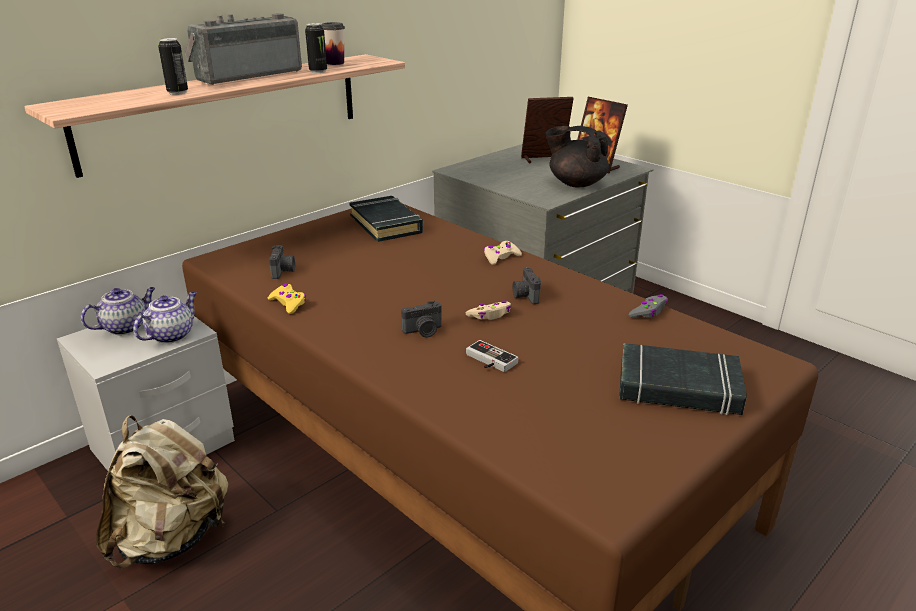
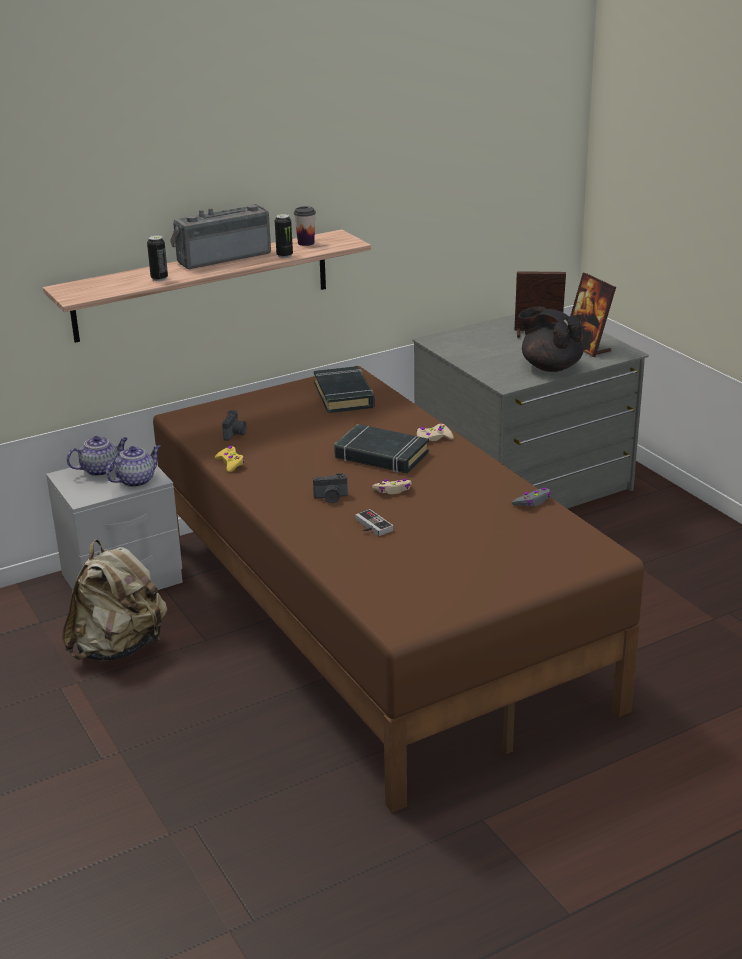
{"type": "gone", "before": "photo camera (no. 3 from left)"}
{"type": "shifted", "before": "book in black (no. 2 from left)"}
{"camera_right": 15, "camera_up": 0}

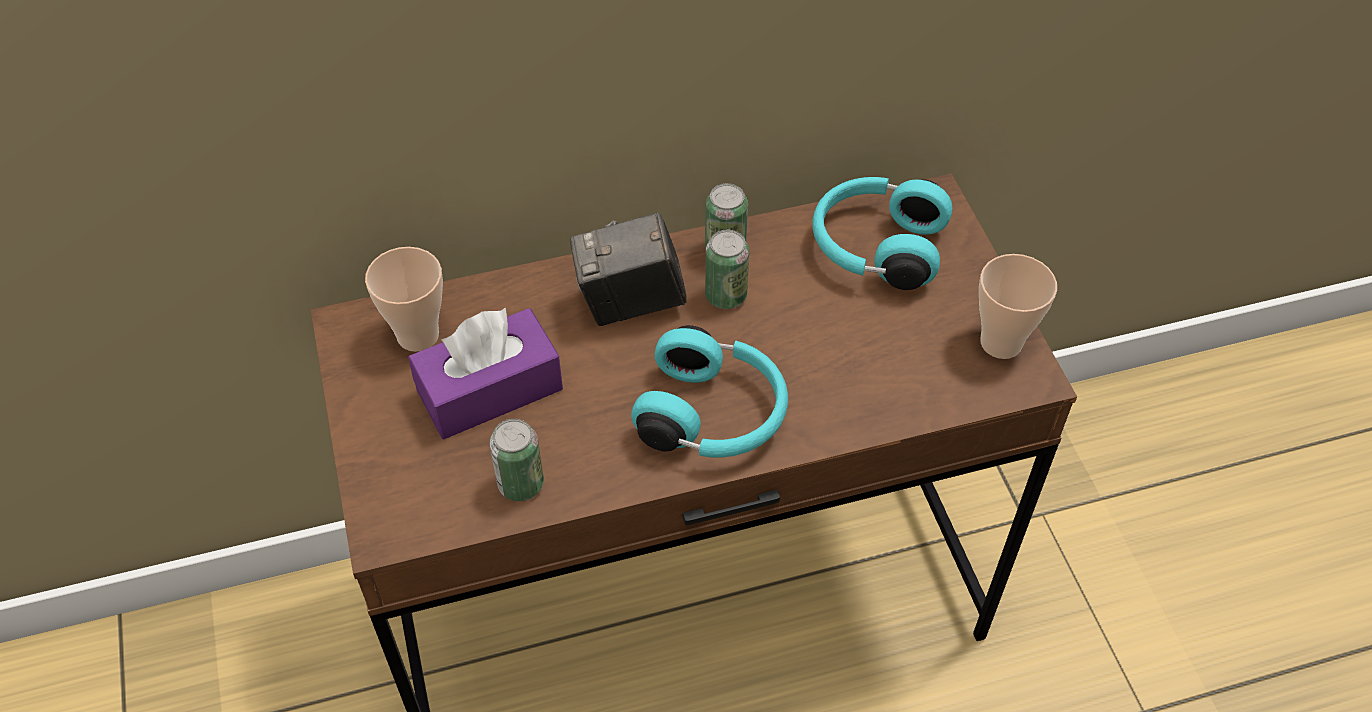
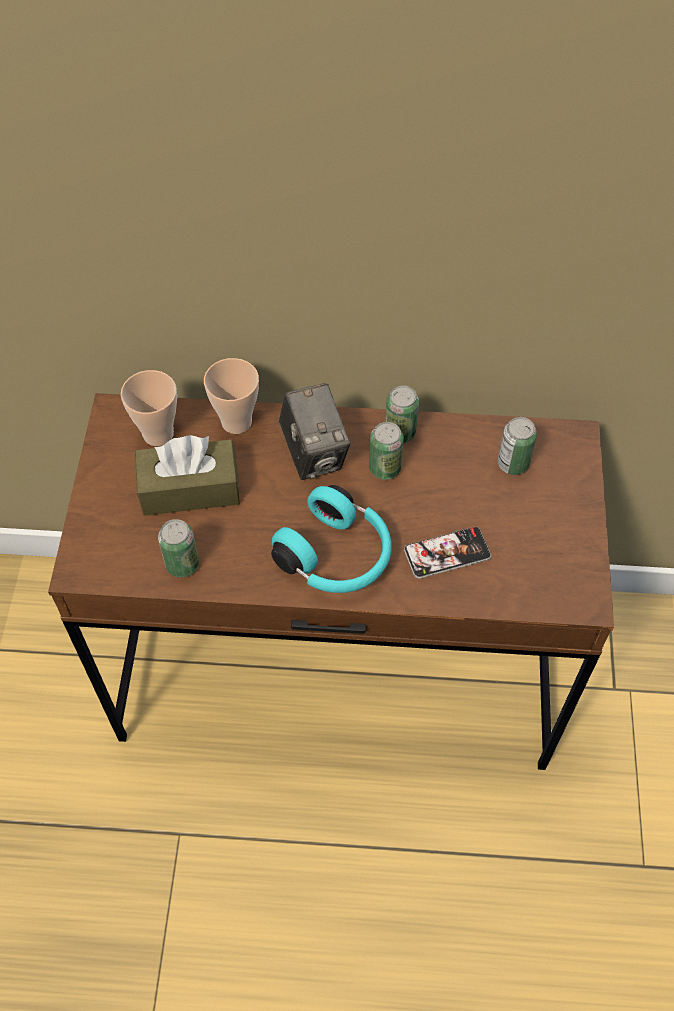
{"type": "new", "after": "phone"}
{"type": "shifted", "before": "cup (no. 2 from left)"}
{"type": "swapped", "before": "headphones in turquoise (no. 2 from left)", "after": "can (no. 4 from left)"}
{"type": "repainted", "before": "tissue box in purple", "after": "tissue box in brown"}
{"type": "rotated", "before": "photo camera", "turn": -120}
{"camera_right": 20, "camera_up": 5}

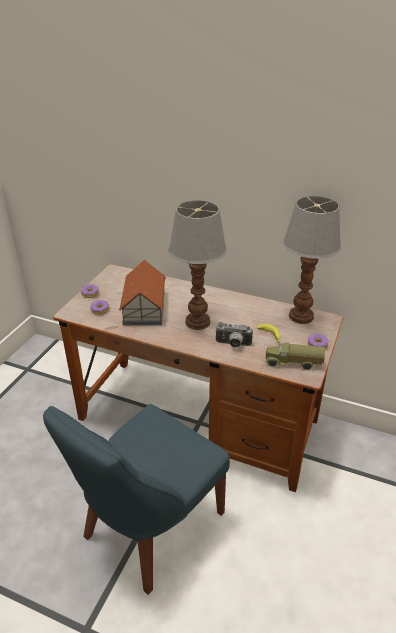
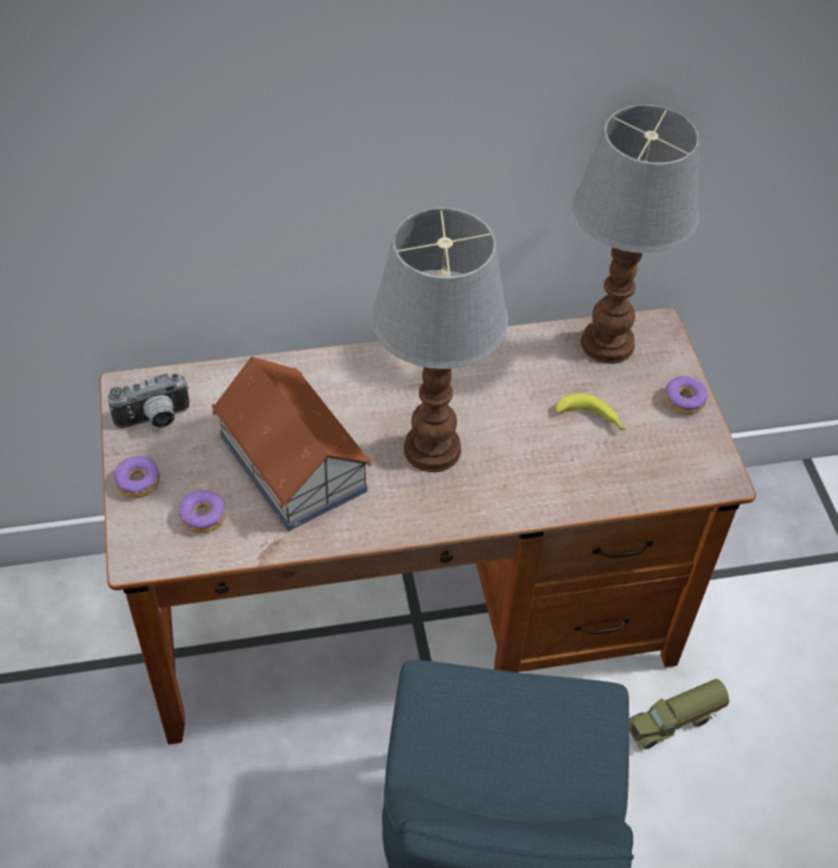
{"type": "shifted", "before": "photo camera"}
{"type": "shifted", "before": "toy truck"}
{"camera_right": -35, "camera_up": 15}

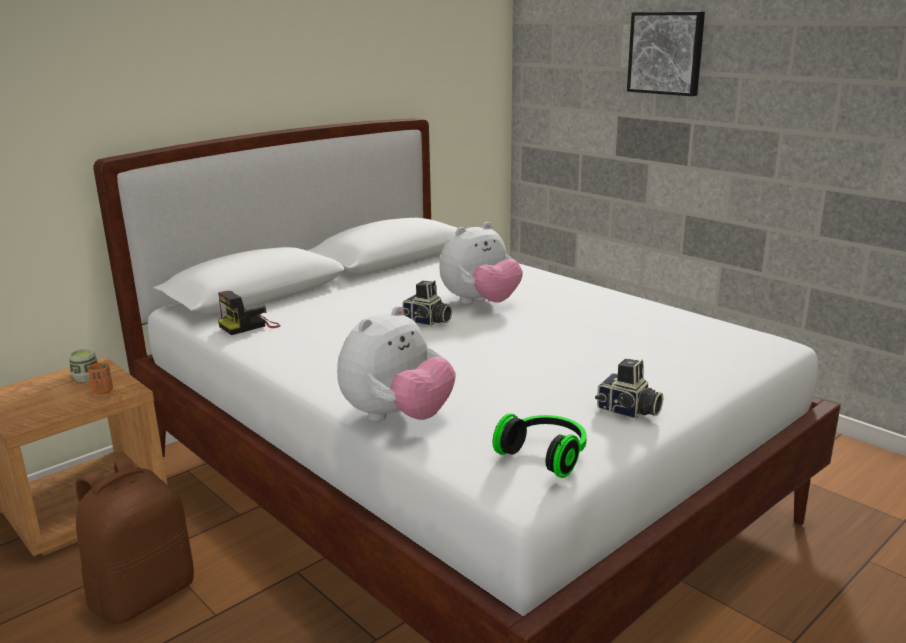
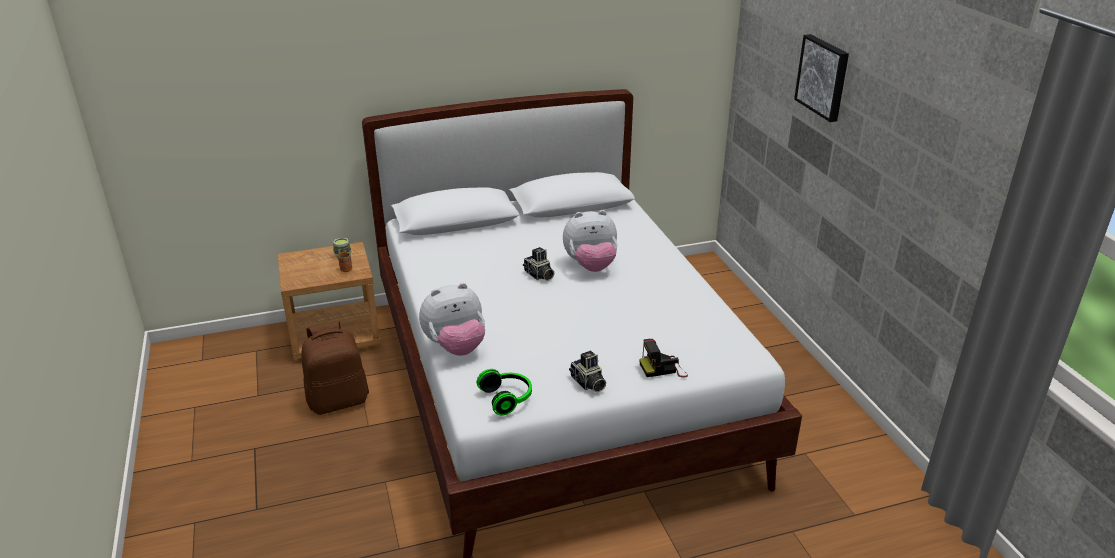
{"type": "shifted", "before": "photo camera (no. 1 from left in the first image)", "after": "photo camera (no. 3 from left)"}
{"camera_right": 25, "camera_up": 10}

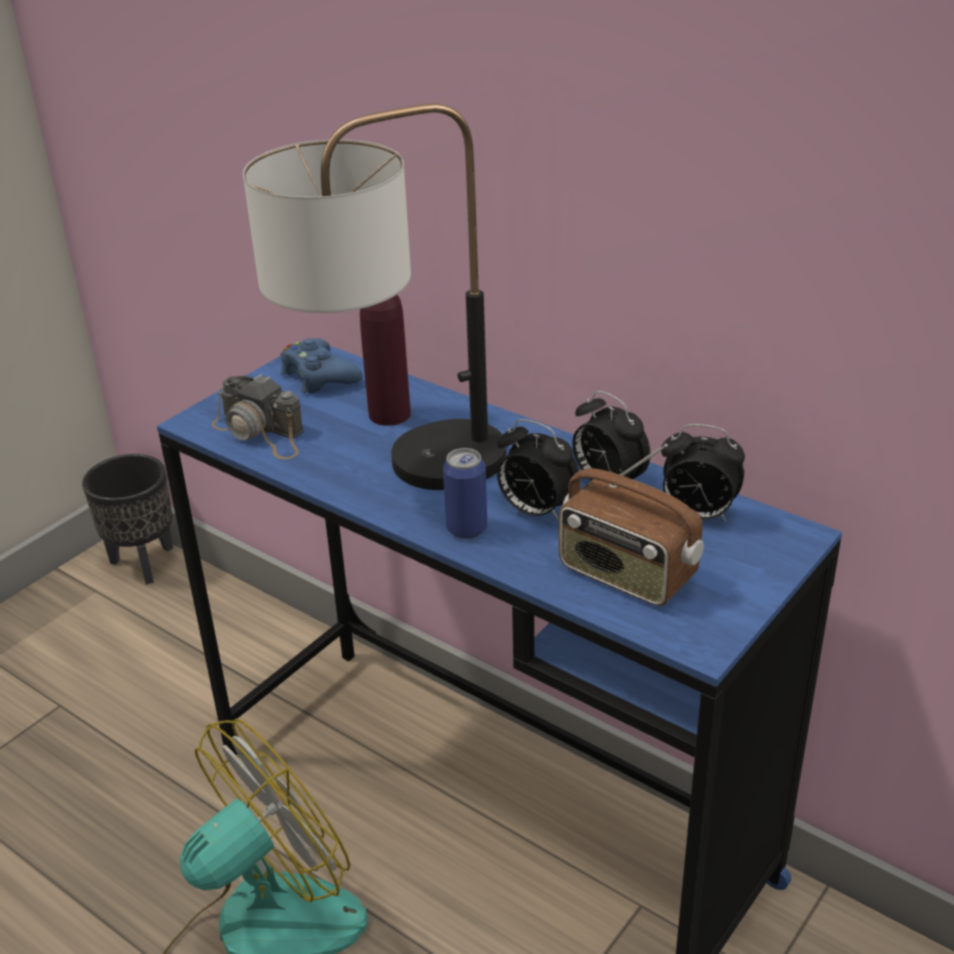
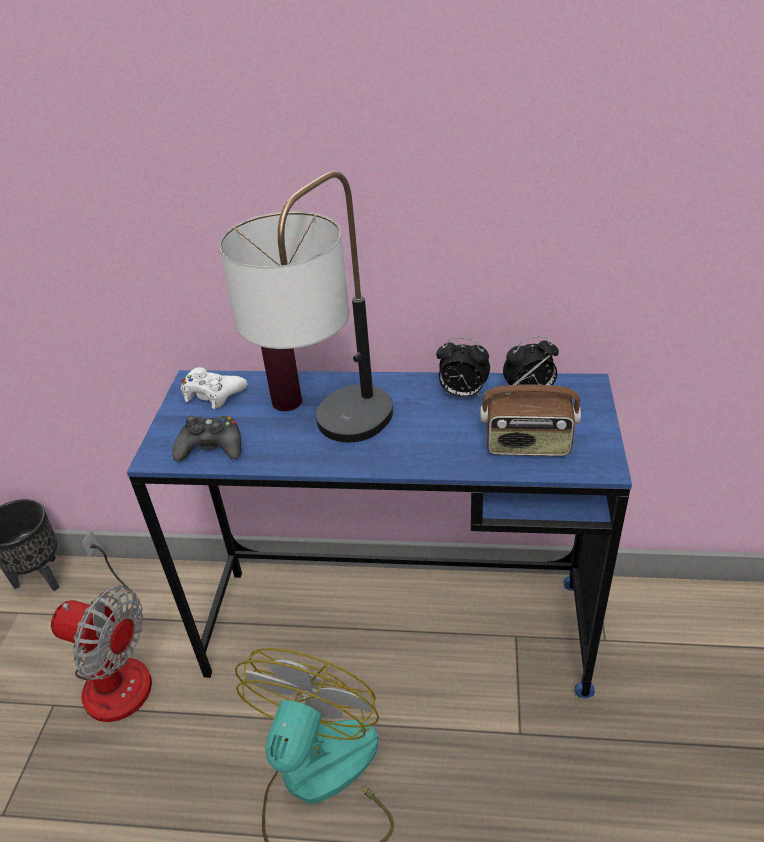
{"type": "gone", "before": "can"}
{"type": "gone", "before": "alarm clock (no. 1 from left)"}
{"type": "new", "after": "fan (no. 1 from left)"}
{"type": "swapped", "before": "photo camera", "after": "game controller in black"}
{"type": "repainted", "before": "game controller in blue", "after": "game controller in white"}
{"camera_right": -30, "camera_up": 5}

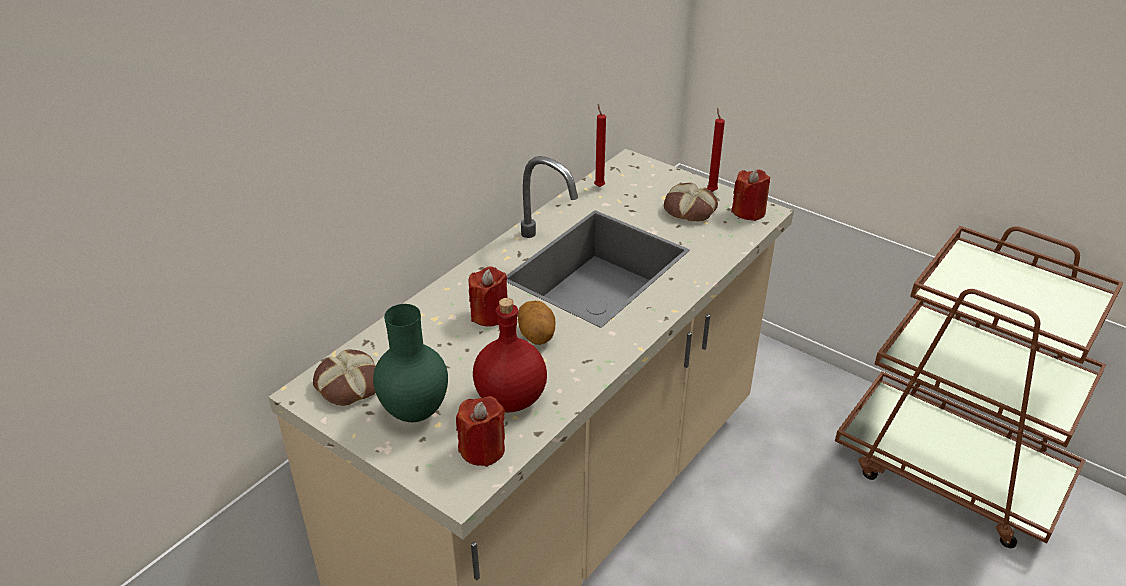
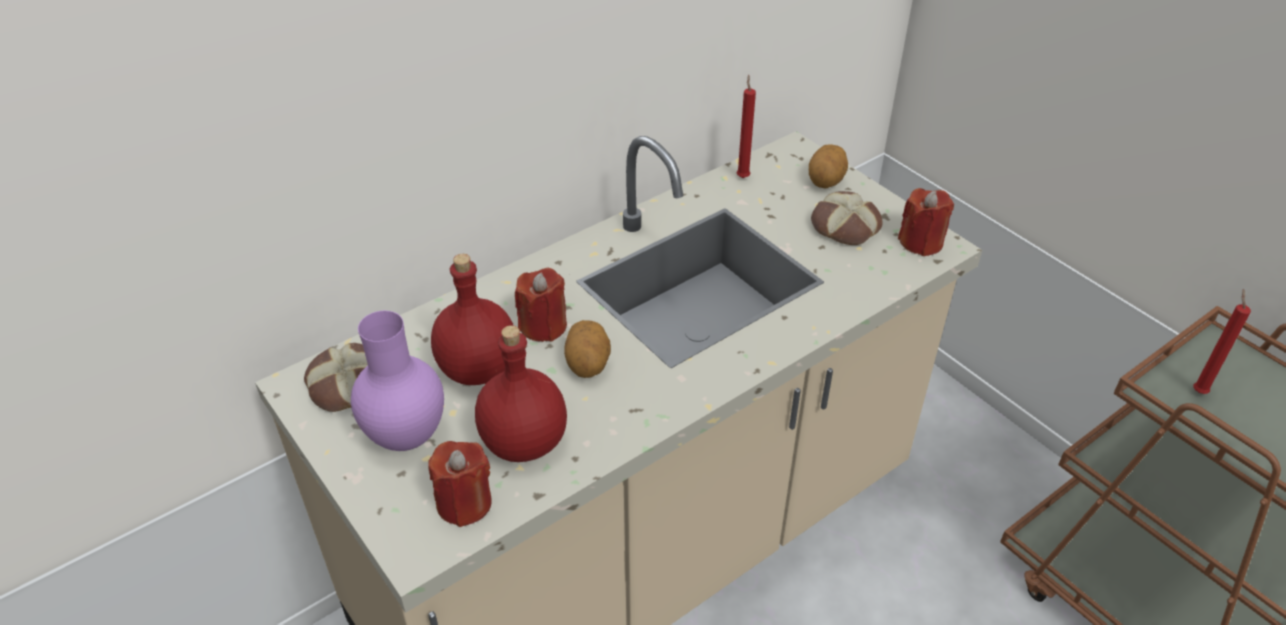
{"type": "new", "after": "bottle in red (no. 1 from left)"}
{"type": "new", "after": "potato (no. 2 from left)"}
{"type": "shifted", "before": "candle in red (no. 4 from left in the first image)", "after": "candle in red (no. 5 from left)"}
{"type": "repainted", "before": "vase in green", "after": "vase in purple"}
{"camera_right": 15, "camera_up": 5}

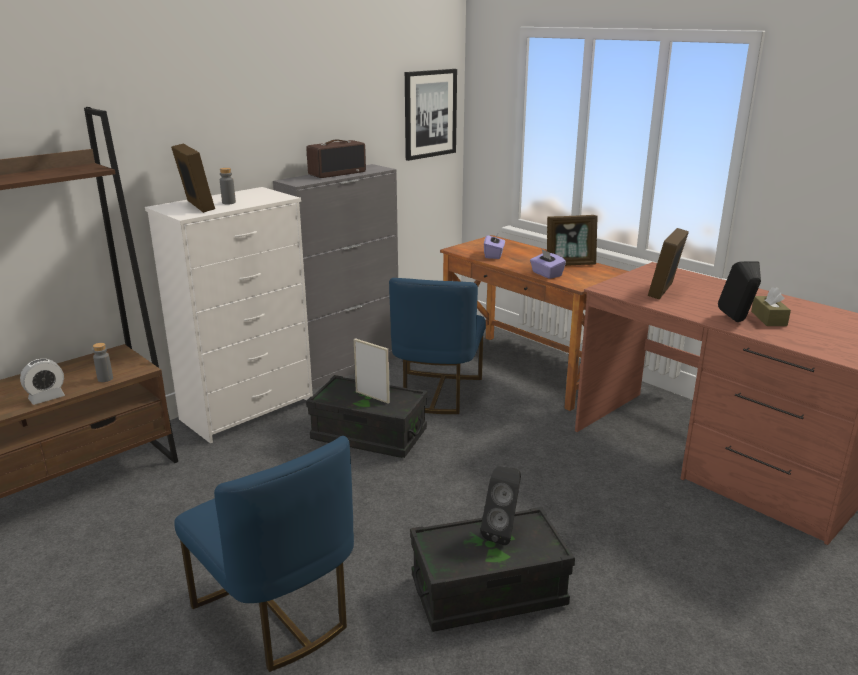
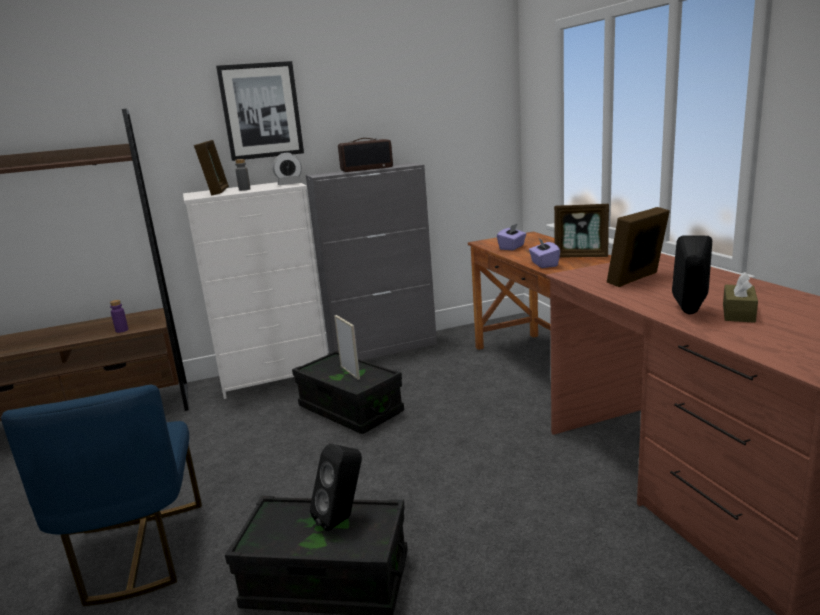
{"type": "gone", "before": "chair in blue (no. 2 from left)"}
{"type": "shifted", "before": "alarm clock"}
{"type": "shifted", "before": "picture"}
{"type": "repainted", "before": "bottle in grey (no. 1 from left)", "after": "bottle in purple"}
{"camera_right": 25, "camera_up": -5}

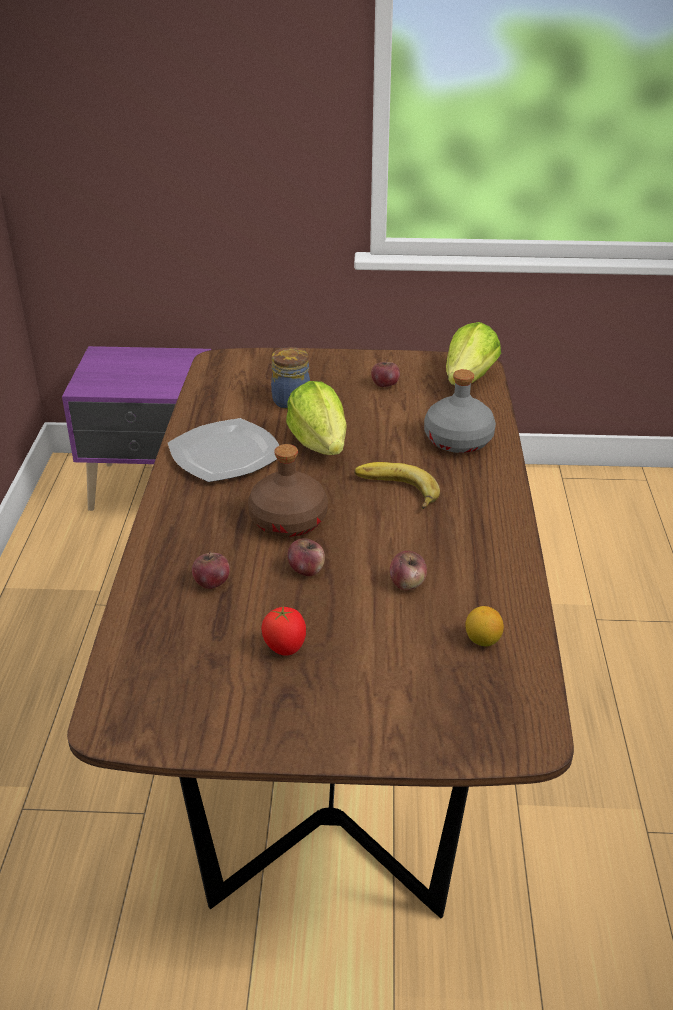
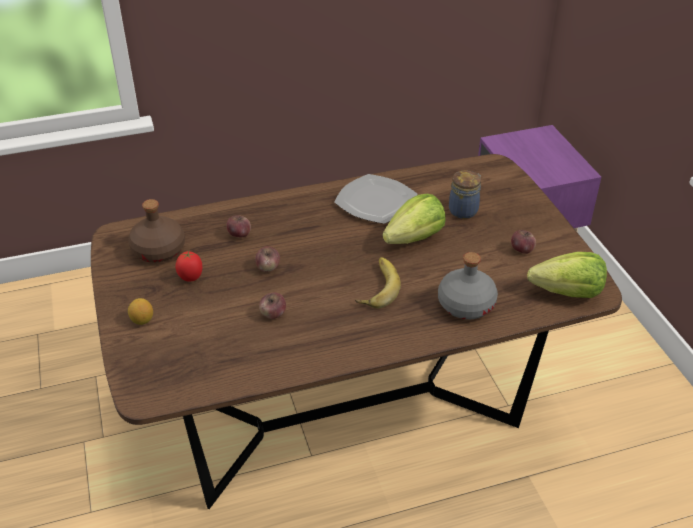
{"type": "shifted", "before": "bottle in brown"}
{"type": "shifted", "before": "lemon"}
{"camera_right": 70, "camera_up": 5}

